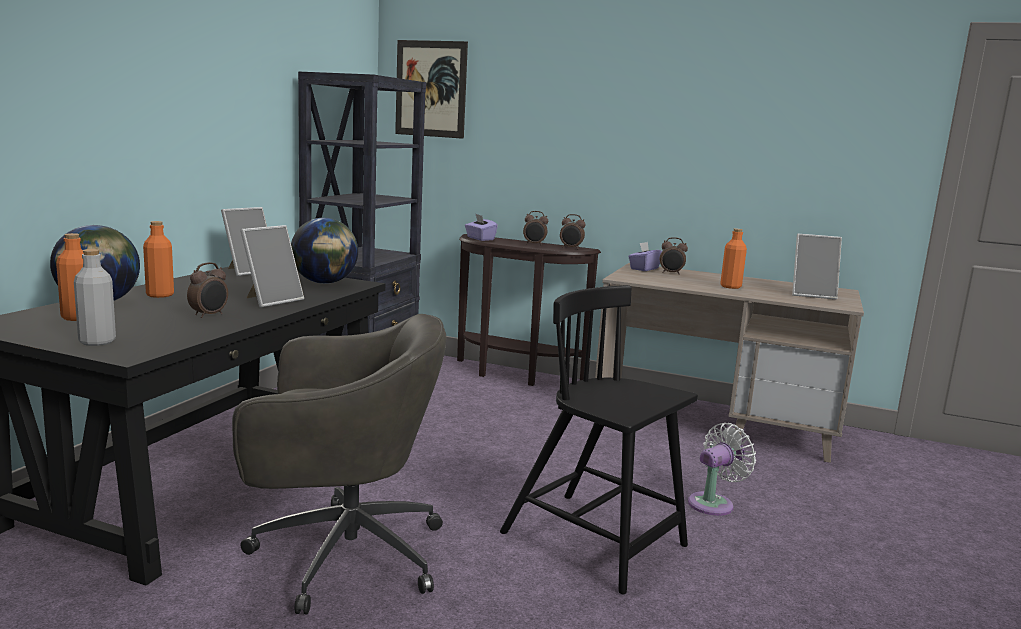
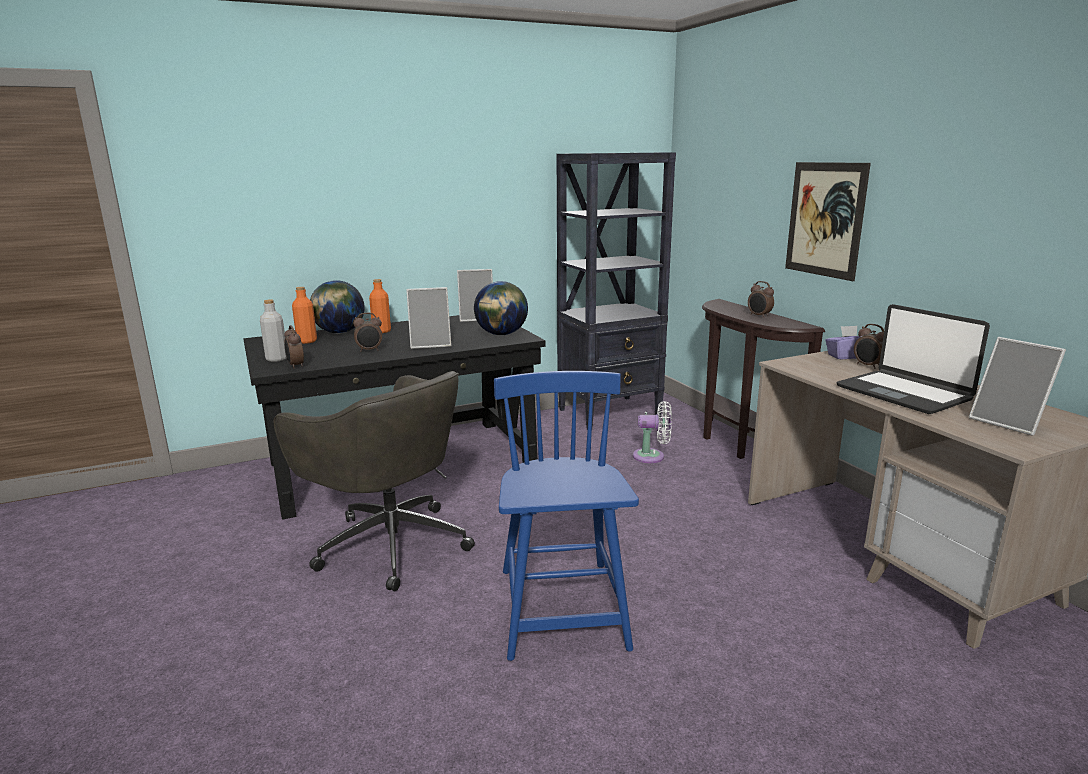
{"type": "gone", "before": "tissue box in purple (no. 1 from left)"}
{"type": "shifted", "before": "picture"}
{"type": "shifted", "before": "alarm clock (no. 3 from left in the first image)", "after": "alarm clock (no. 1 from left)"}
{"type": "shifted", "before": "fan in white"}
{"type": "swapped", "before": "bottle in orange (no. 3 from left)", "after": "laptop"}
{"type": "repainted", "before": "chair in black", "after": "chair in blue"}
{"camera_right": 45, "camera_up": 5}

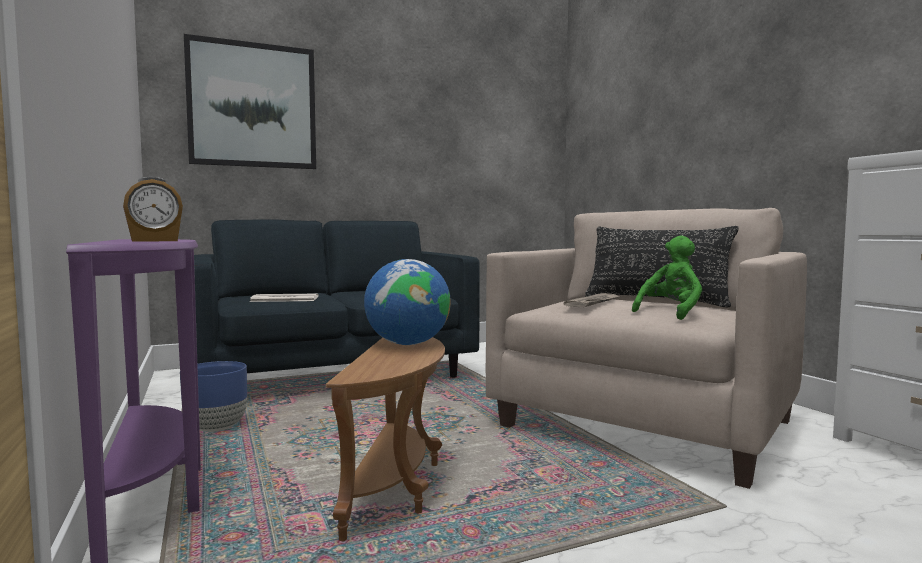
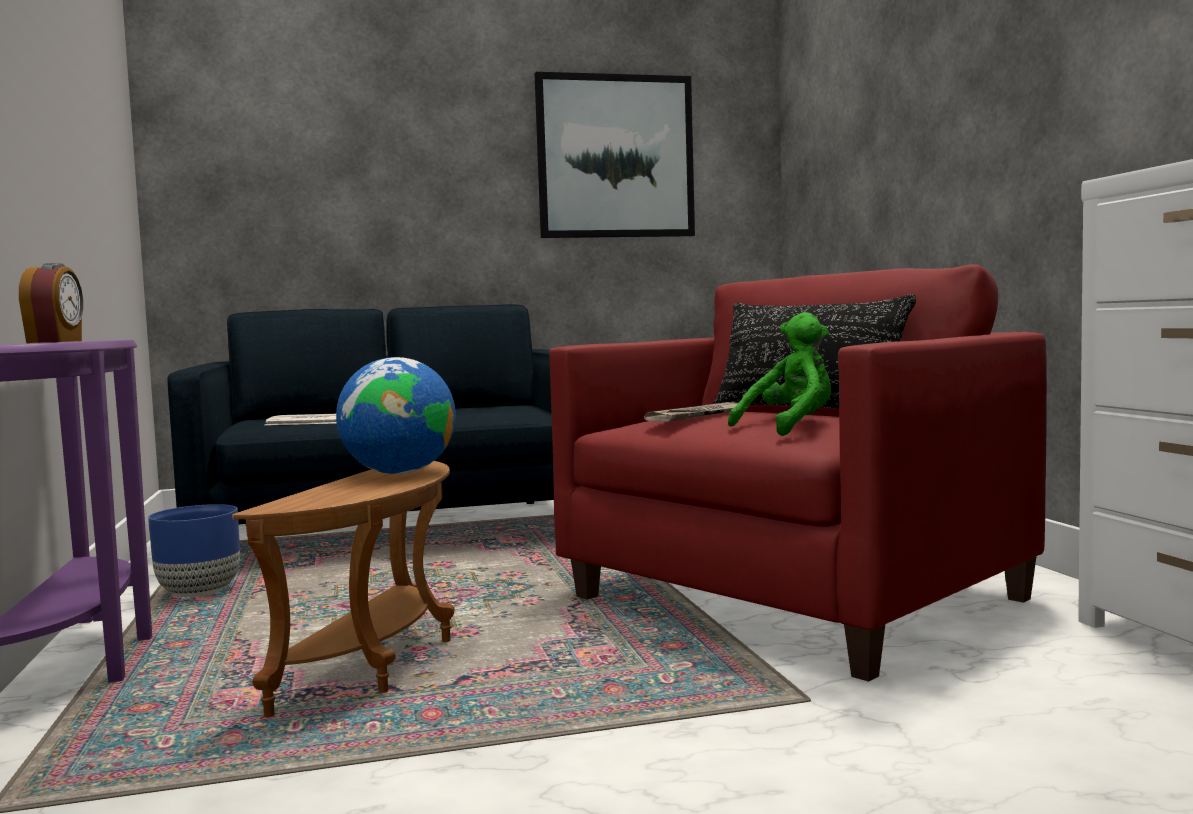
{"type": "shifted", "before": "picture"}
{"type": "repainted", "before": "armchair in beige", "after": "armchair in red"}
{"type": "rotated", "before": "alarm clock", "turn": -75}
{"camera_right": 10, "camera_up": 0}

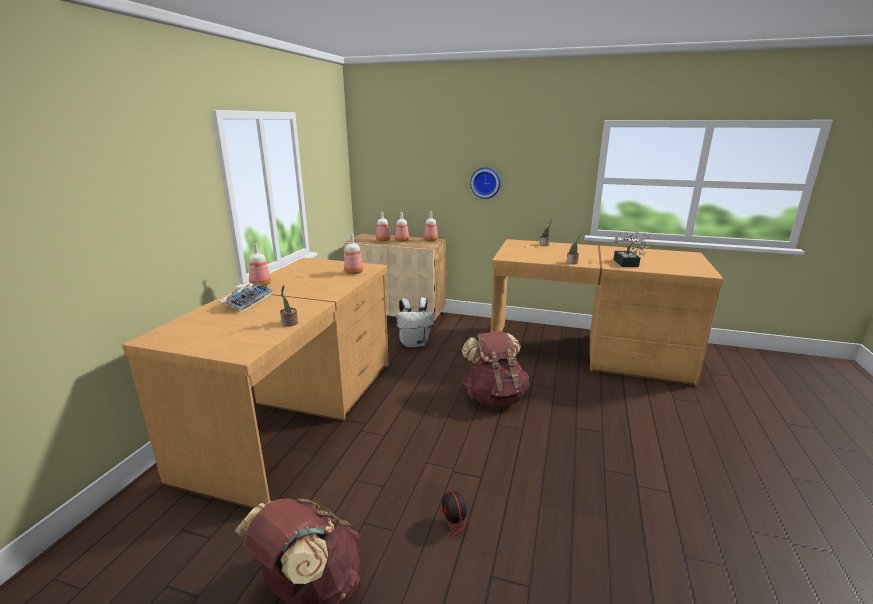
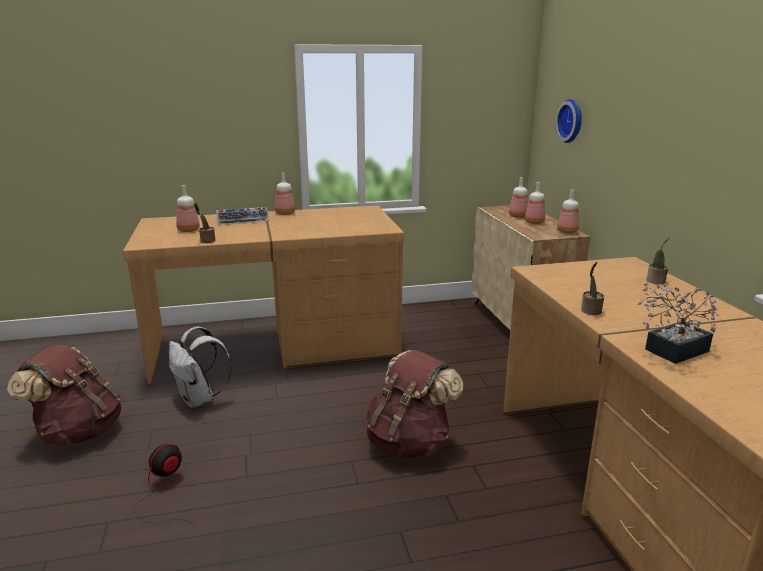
{"type": "shifted", "before": "bottle (no. 2 from left in the first image)", "after": "bottle (no. 1 from left)"}
{"type": "shifted", "before": "backpack in white"}
{"type": "shifted", "before": "wall clock"}
{"camera_right": 60, "camera_up": 0}

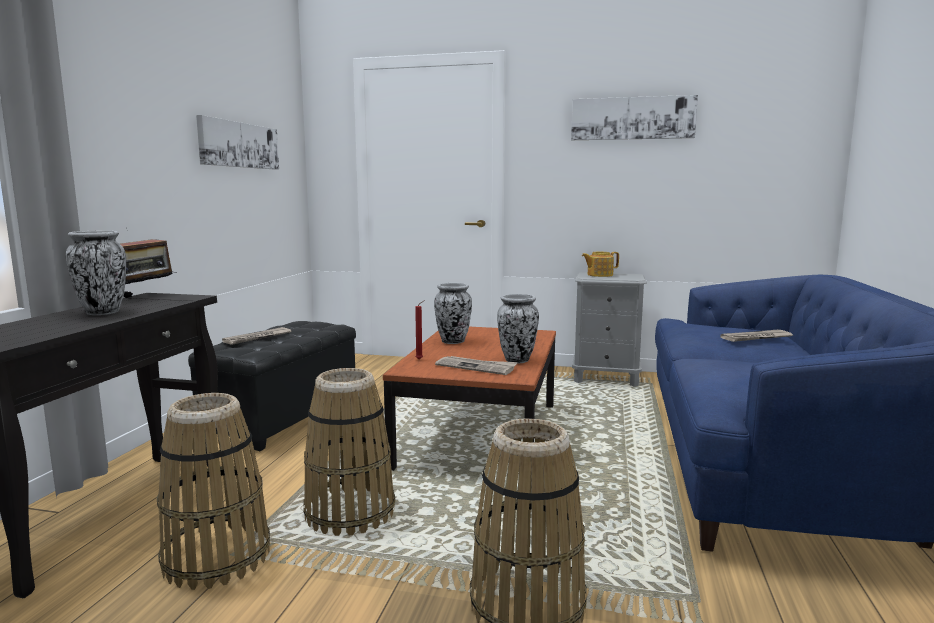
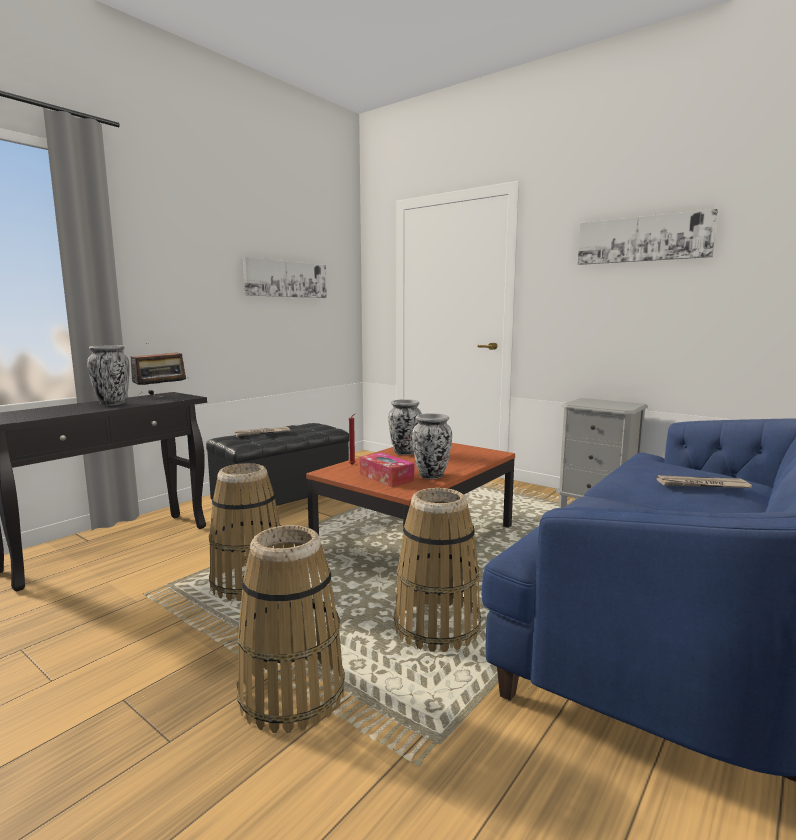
{"type": "gone", "before": "teapot"}
{"type": "shifted", "before": "basket (no. 1 from left in the first image)", "after": "basket (no. 3 from left)"}
{"type": "swapped", "before": "newspaper (no. 2 from left)", "after": "tissue box"}
{"camera_right": 25, "camera_up": 0}

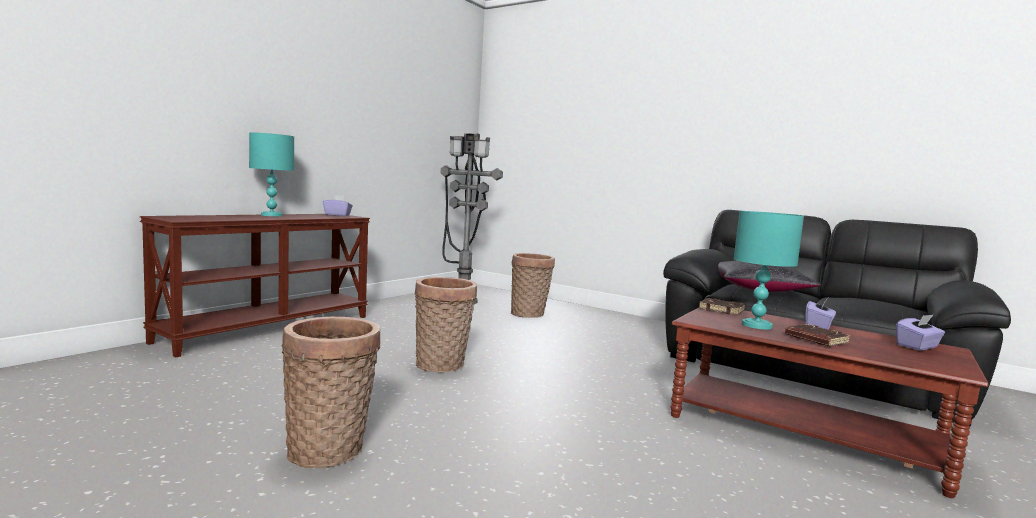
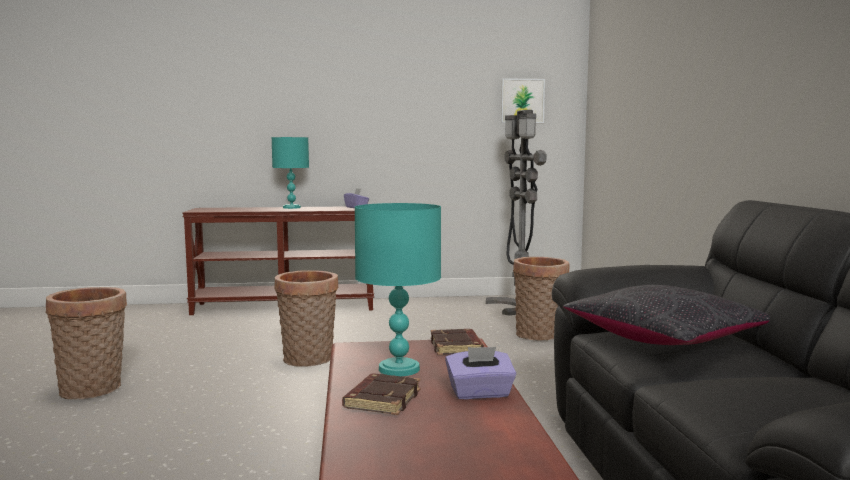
{"type": "gone", "before": "tissue box in purple (no. 3 from left)"}
{"type": "new", "after": "picture"}
{"camera_right": 50, "camera_up": 0}

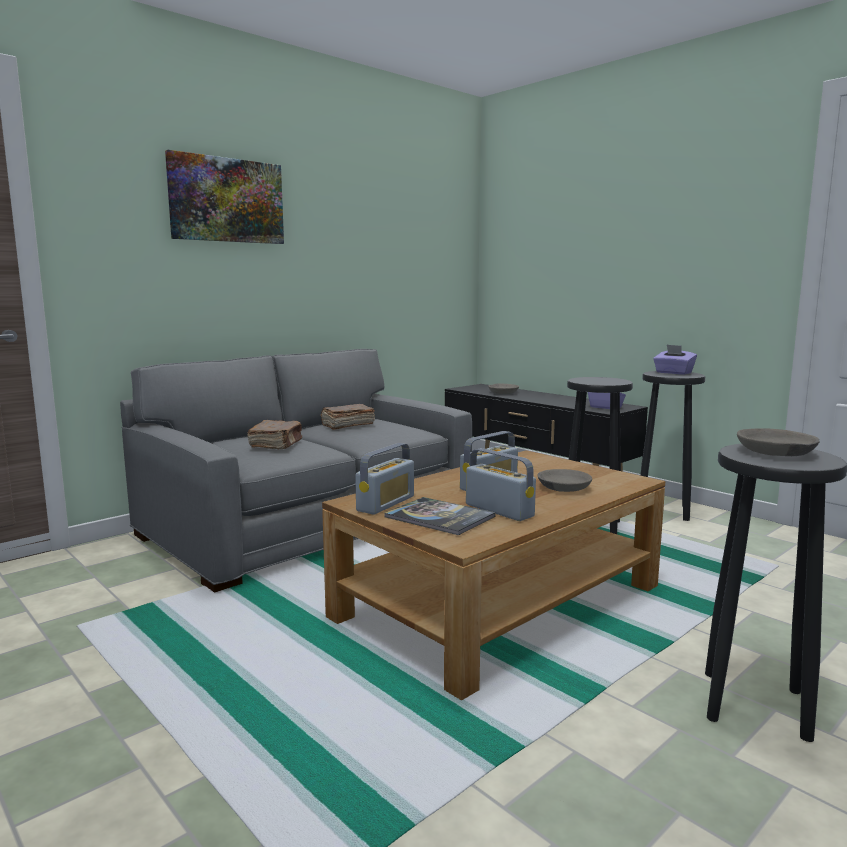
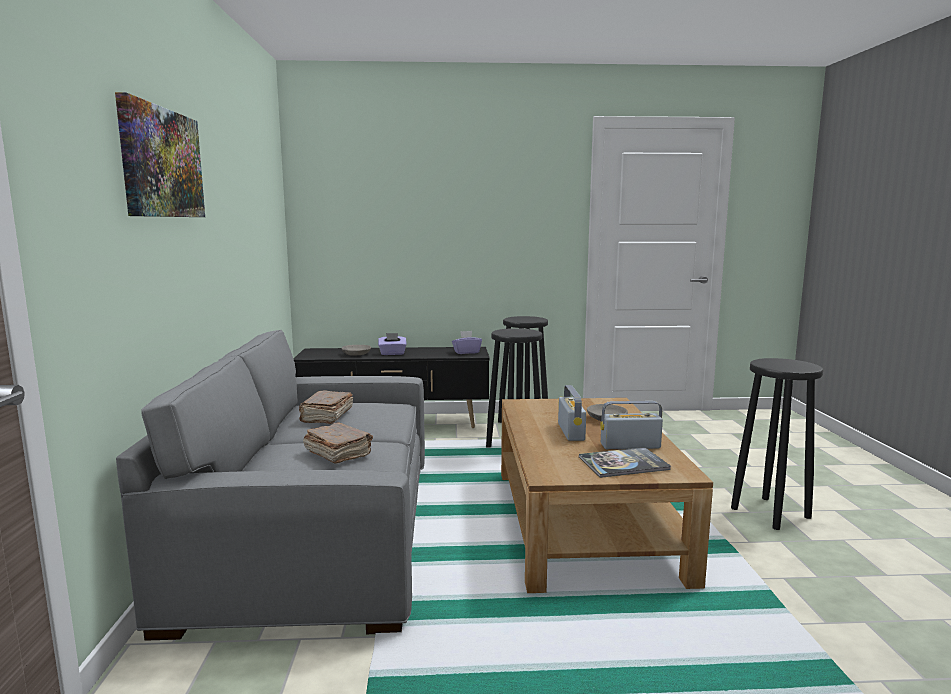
{"type": "gone", "before": "radio (no. 1 from left)"}
{"type": "gone", "before": "bowl in grey (no. 3 from left)"}
{"type": "shifted", "before": "tissue box in purple (no. 2 from left in the first image)", "after": "tissue box in purple (no. 1 from left)"}
{"camera_right": -50, "camera_up": 0}

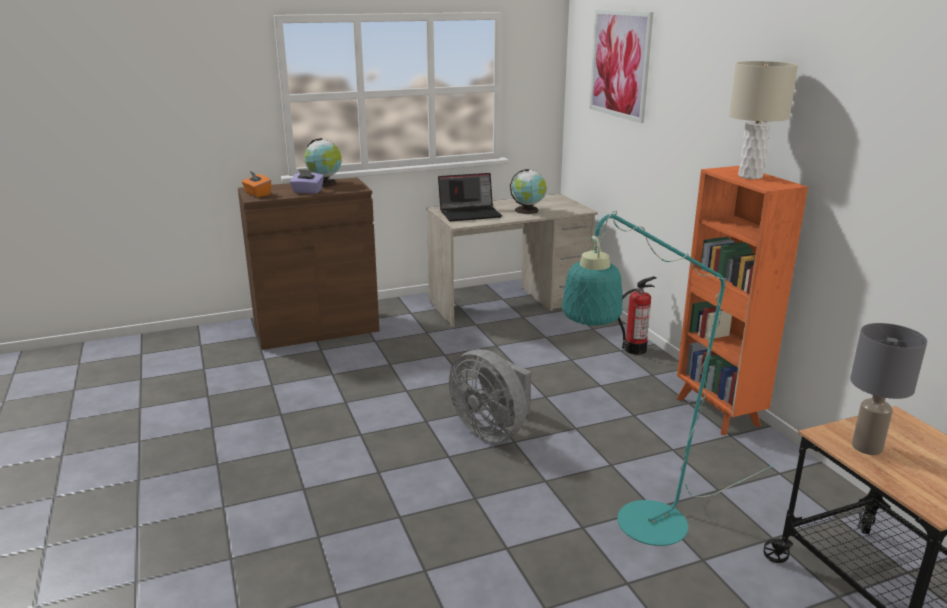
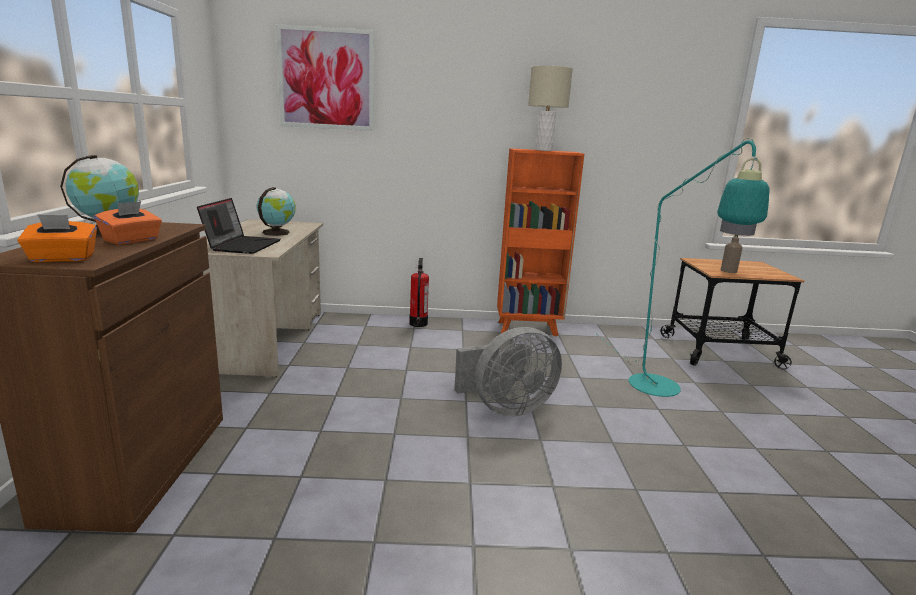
{"type": "repainted", "before": "tissue box in purple", "after": "tissue box in orange (no. 2 from left)"}
{"camera_right": -70, "camera_up": -5}

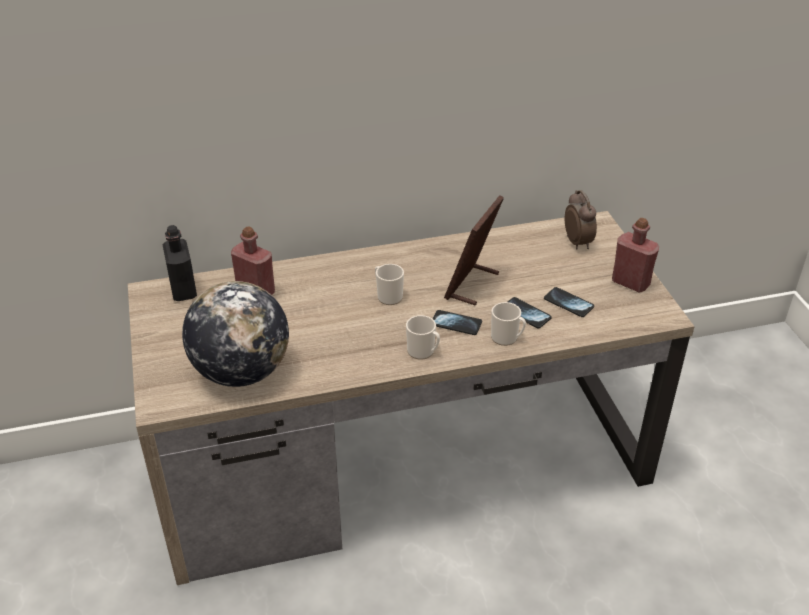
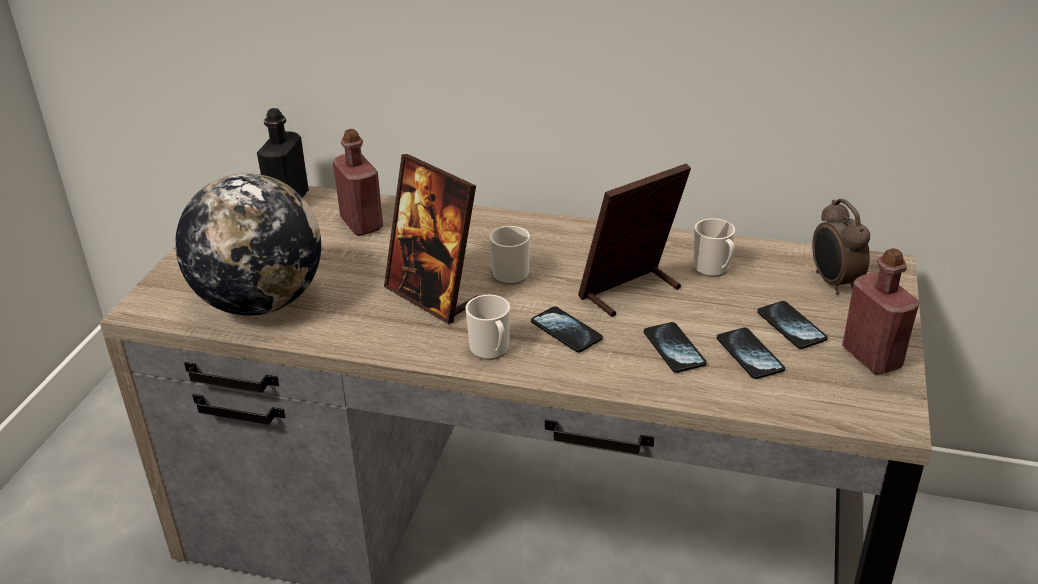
{"type": "new", "after": "picture frame (no. 1 from left)"}
{"type": "new", "after": "phone (no. 4 from left)"}
{"type": "shifted", "before": "mug (no. 3 from left)"}
{"type": "rotated", "before": "alarm clock", "turn": 150}
{"camera_right": 30, "camera_up": -5}

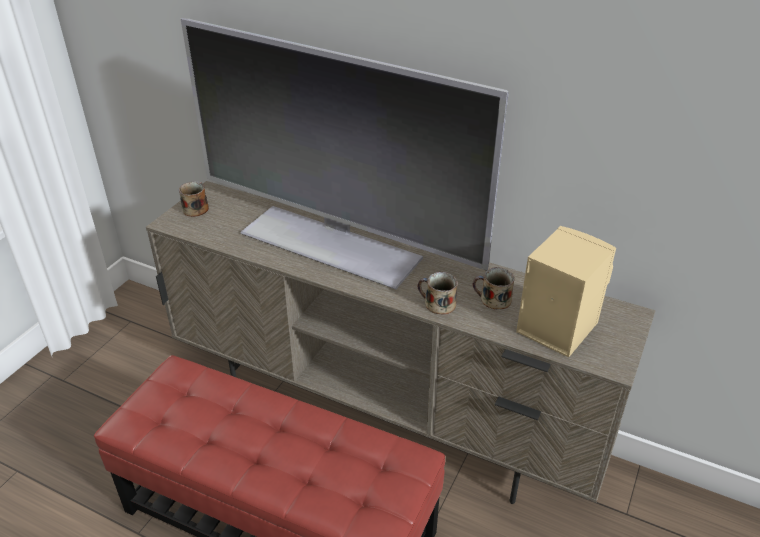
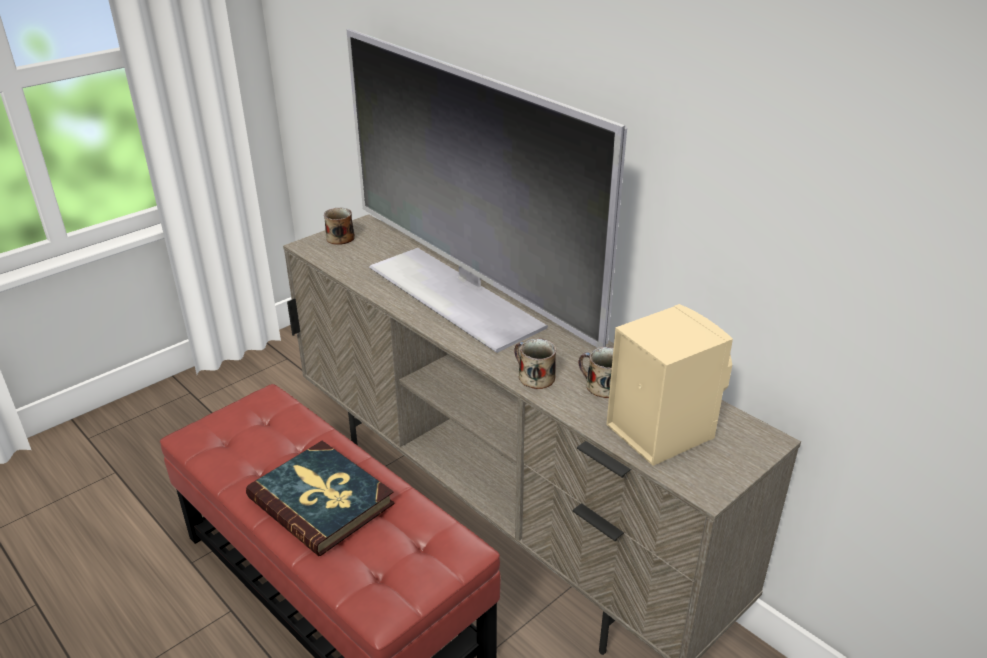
{"type": "new", "after": "book"}
{"camera_right": 20, "camera_up": -5}

